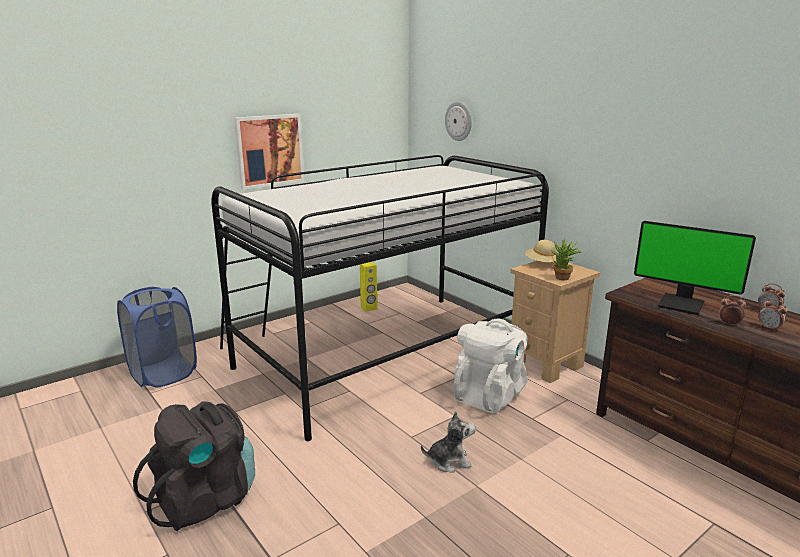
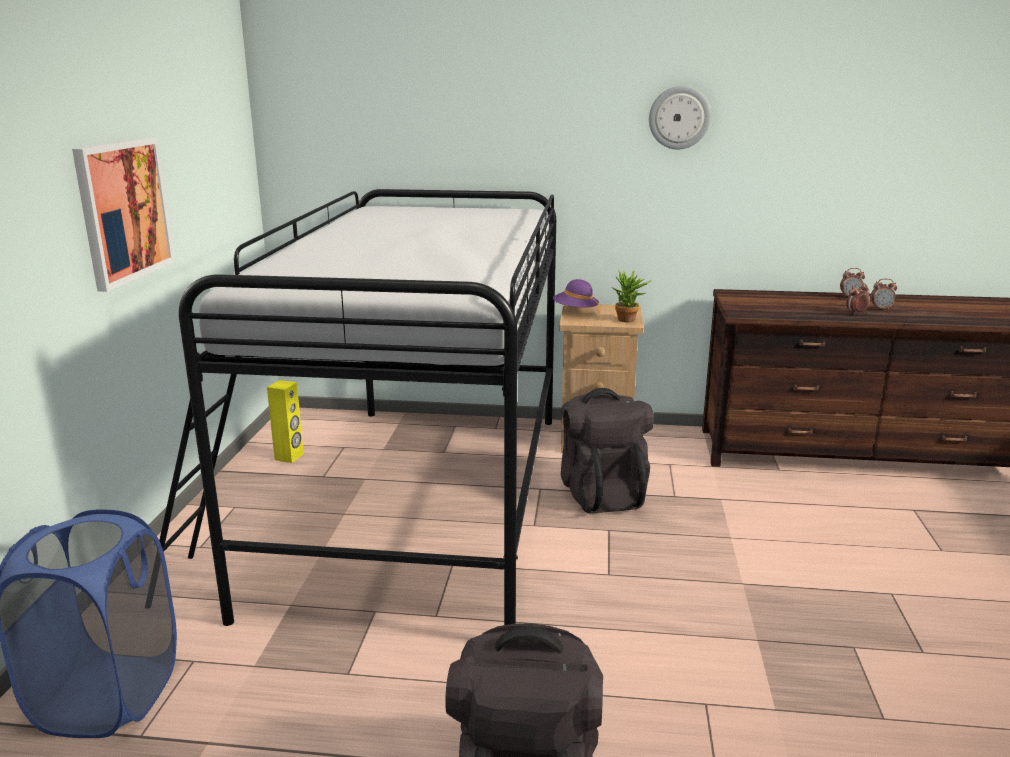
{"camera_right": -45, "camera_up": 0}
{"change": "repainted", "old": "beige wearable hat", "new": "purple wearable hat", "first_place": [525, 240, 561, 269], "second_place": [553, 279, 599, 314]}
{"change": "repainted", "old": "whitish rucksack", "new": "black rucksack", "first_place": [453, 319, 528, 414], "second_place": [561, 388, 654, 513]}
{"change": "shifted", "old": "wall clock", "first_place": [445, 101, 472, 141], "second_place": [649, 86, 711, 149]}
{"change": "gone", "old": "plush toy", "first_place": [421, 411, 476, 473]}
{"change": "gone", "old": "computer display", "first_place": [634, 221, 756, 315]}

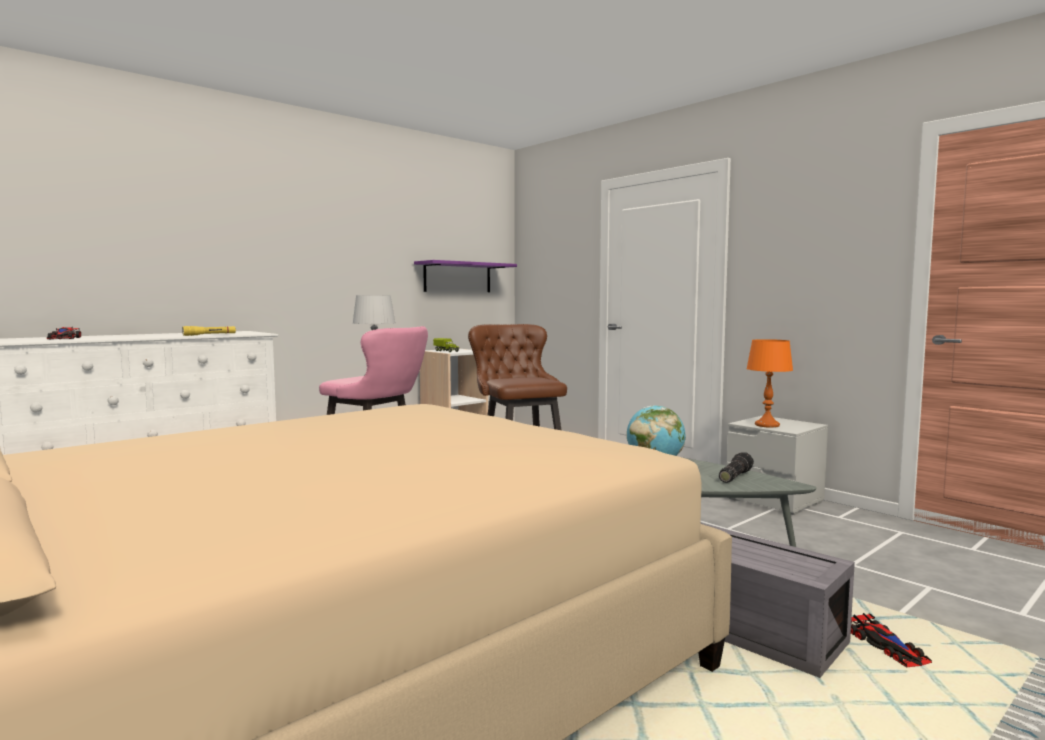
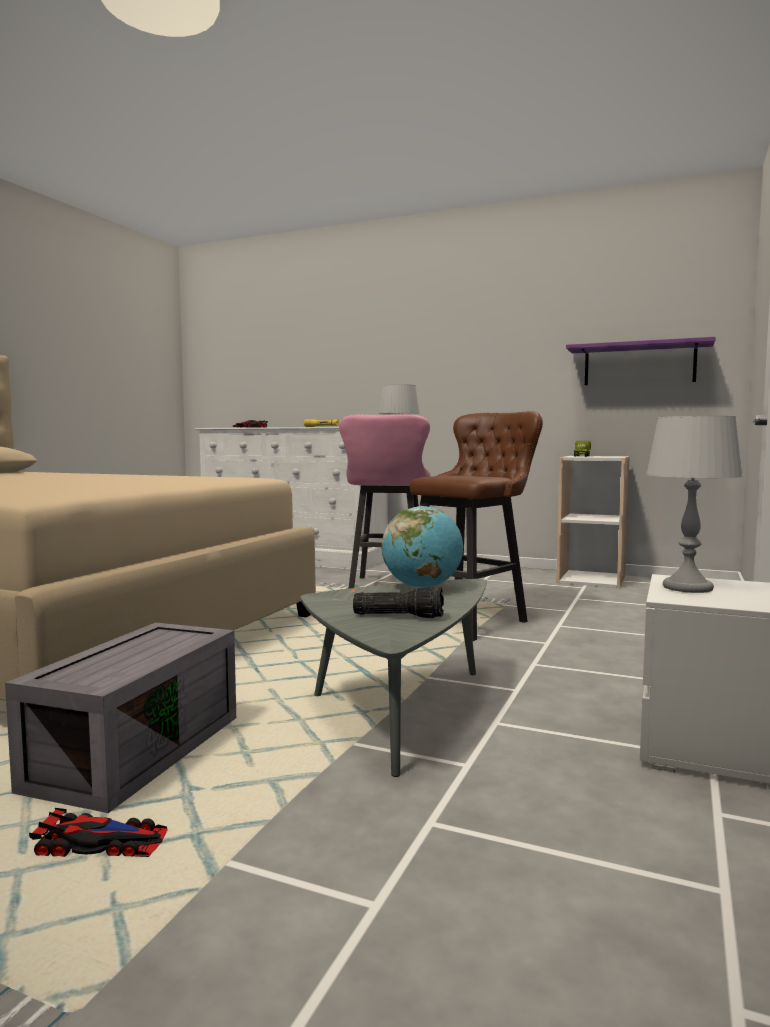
{"camera_right": 65, "camera_up": 0}
{"change": "rotated", "old": "miniature car", "first_place": [851, 613, 932, 667], "second_place": [29, 808, 168, 857], "degrees": -135}
{"change": "repainted", "old": "orangey lamp for a table", "new": "gray lamp for a table", "first_place": [746, 339, 793, 428], "second_place": [646, 416, 743, 593]}

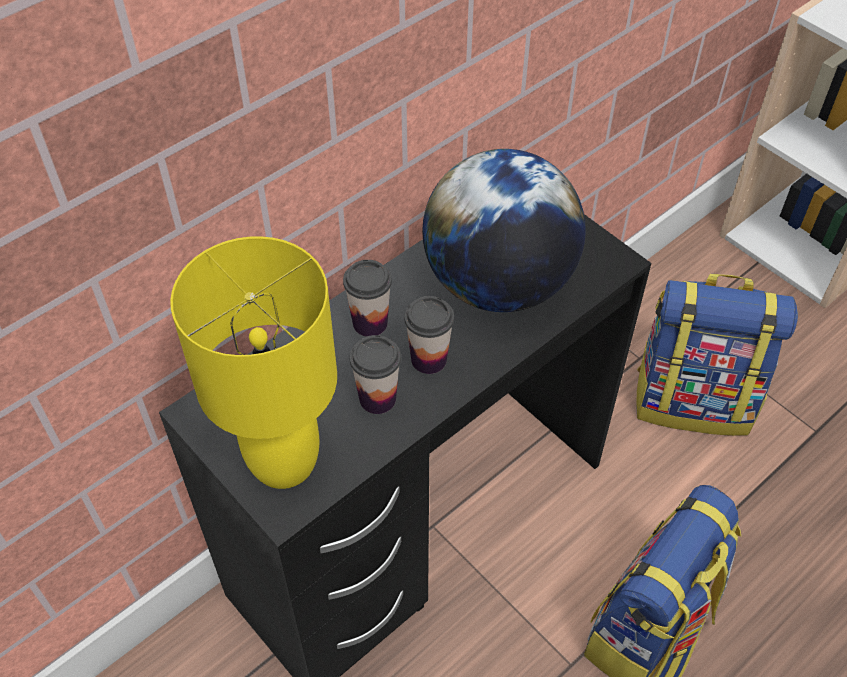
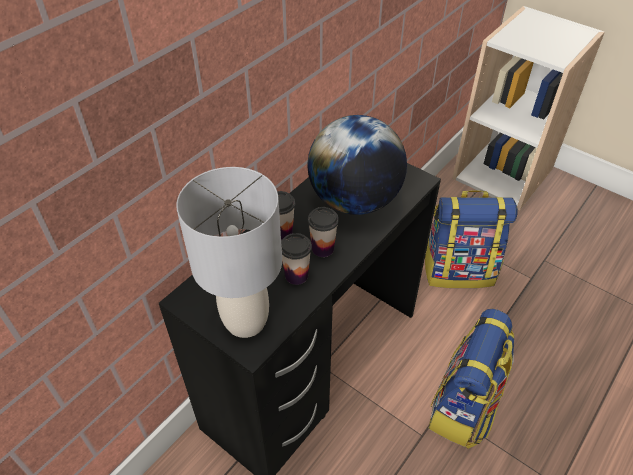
{"camera_right": -10, "camera_up": -5}
{"change": "repainted", "old": "yellowish lamp for a table", "new": "gray lamp for a table", "first_place": [170, 236, 337, 489], "second_place": [176, 167, 282, 338]}

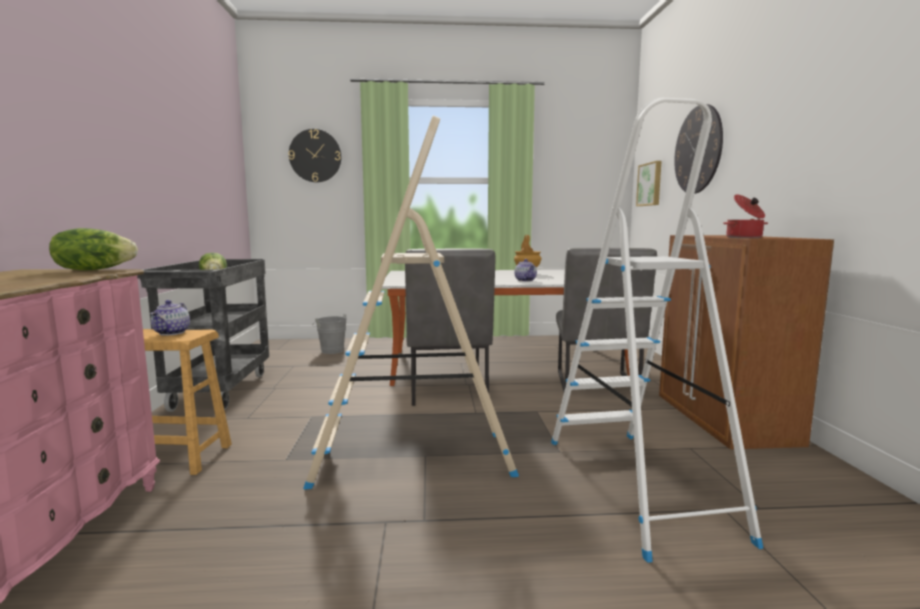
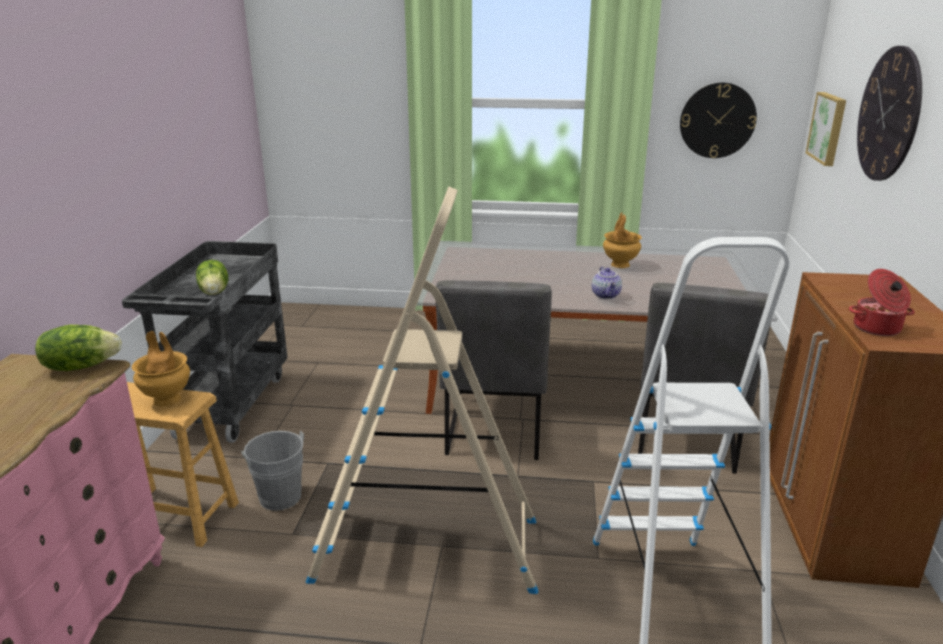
{"camera_right": 10, "camera_up": 15}
{"change": "swapped", "old": "pot for tea", "new": "brownish vase", "first_place": [150, 300, 190, 335], "second_place": [132, 331, 190, 406]}
{"change": "shifted", "old": "gray water bucket", "first_place": [312, 314, 347, 354], "second_place": [241, 430, 304, 511]}
{"change": "shifted", "old": "wall clock", "first_place": [289, 129, 341, 182], "second_place": [680, 83, 757, 158]}

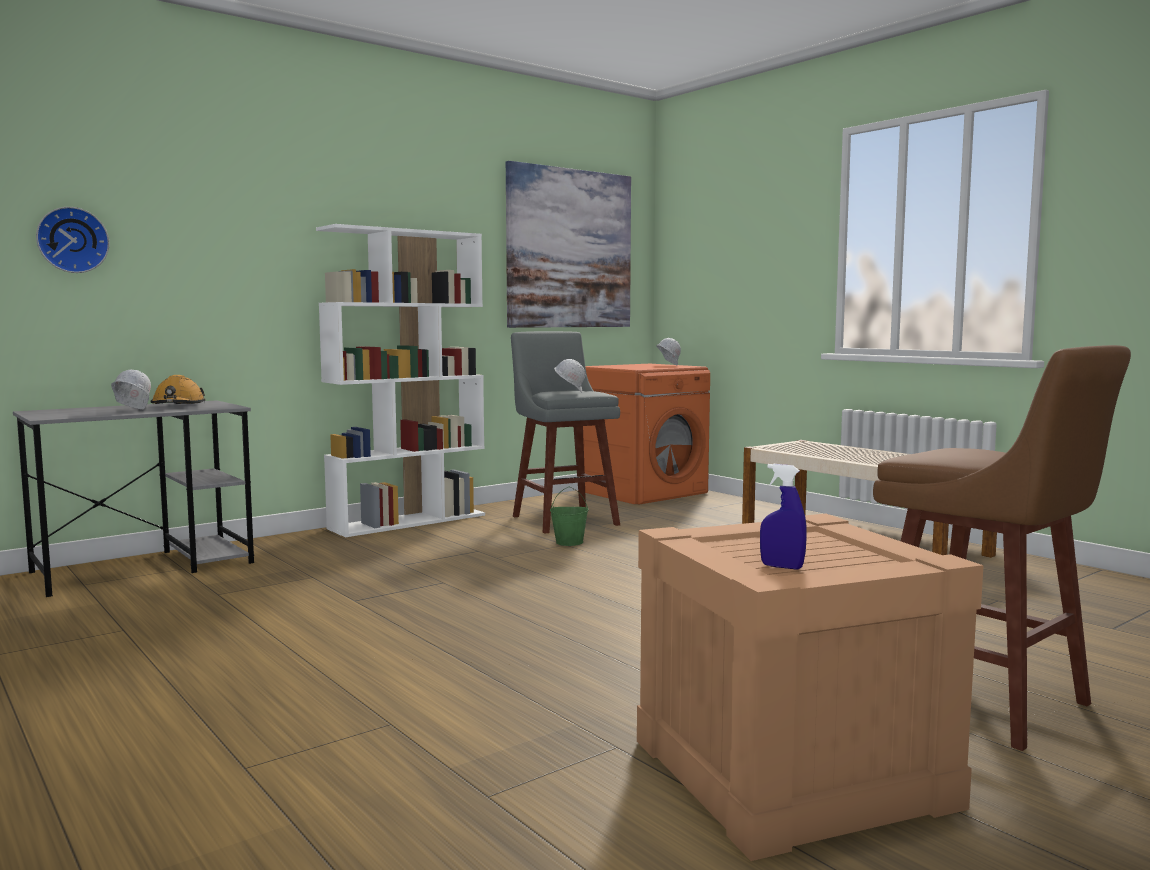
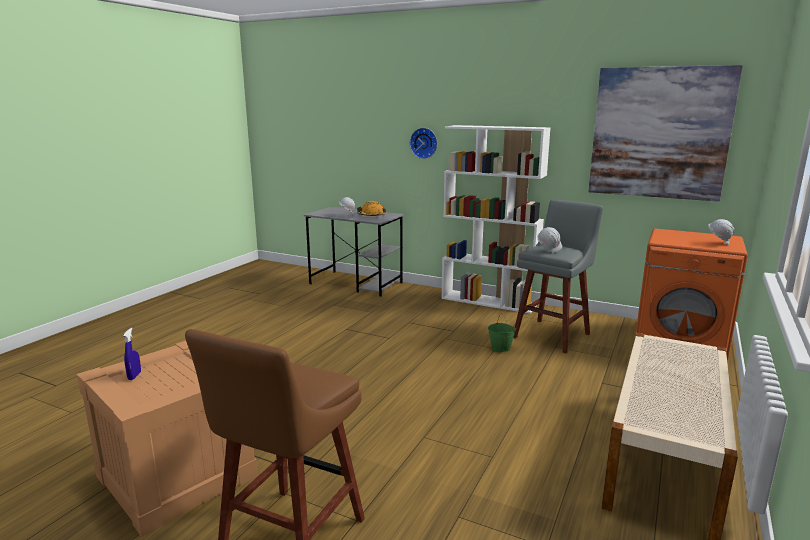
{"camera_right": 65, "camera_up": 10}
{"change": "shifted", "old": "wall clock", "first_place": [36, 207, 109, 273], "second_place": [410, 128, 438, 159]}

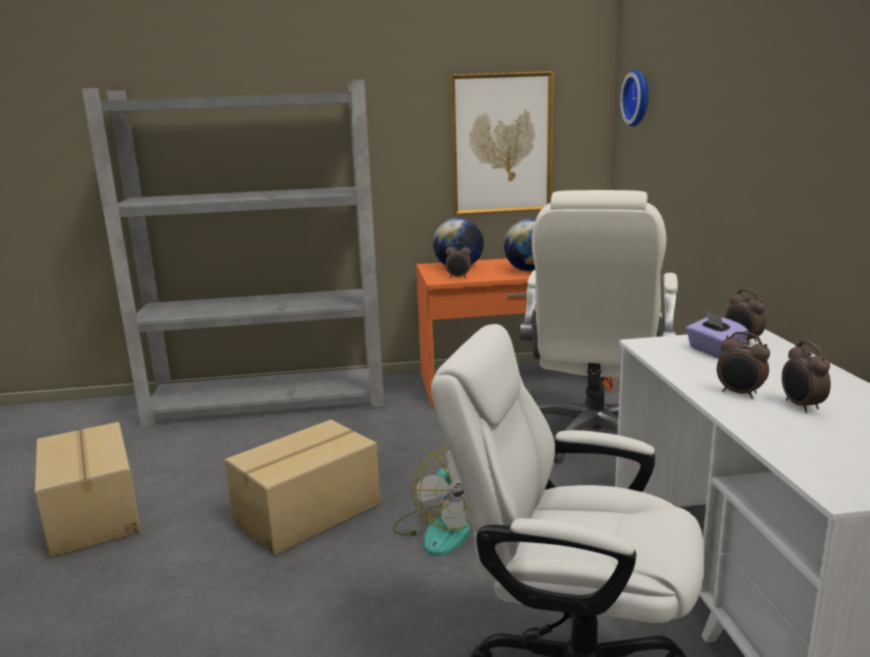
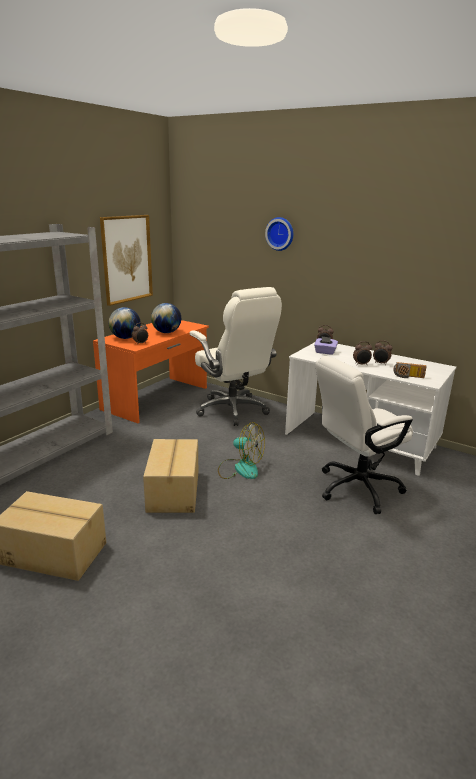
{"camera_right": -50, "camera_up": 5}
{"change": "shifted", "old": "wall clock", "first_place": [620, 70, 648, 127], "second_place": [265, 217, 293, 251]}
{"change": "new", "new": "radio", "second_place": [394, 362, 426, 378]}

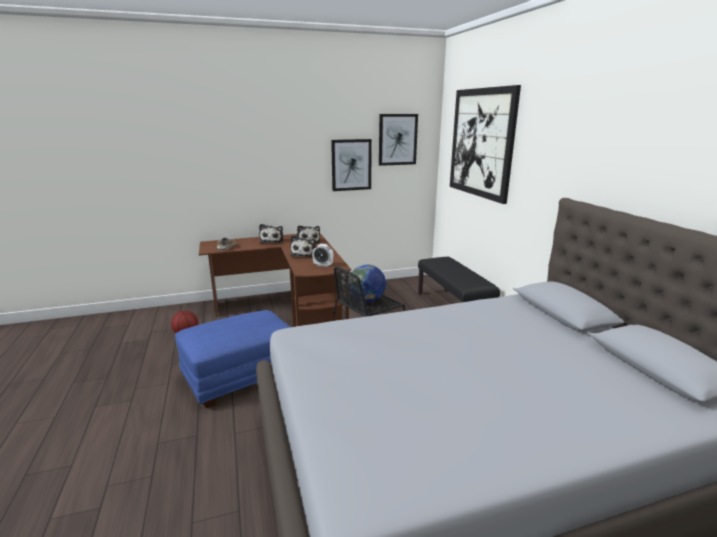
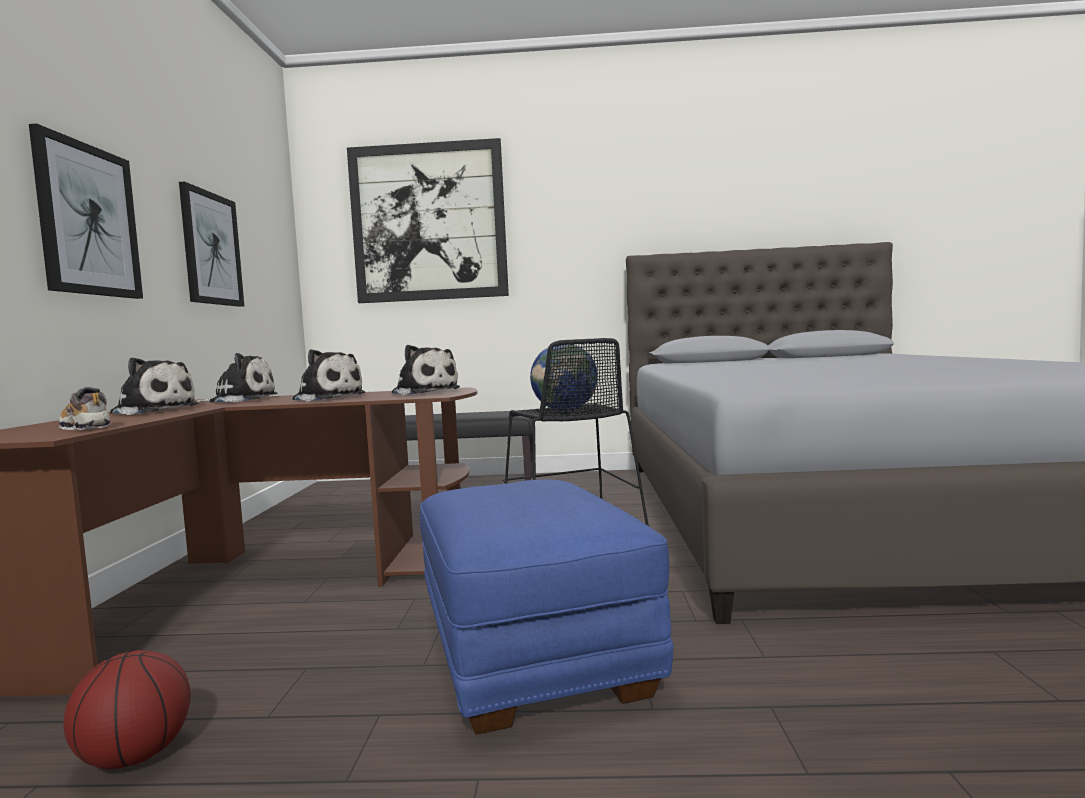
{"camera_right": -70, "camera_up": -15}
{"change": "shifted", "old": "wall art", "first_place": [379, 114, 418, 166], "second_place": [29, 123, 143, 299]}
{"change": "swapped", "old": "bedside clock", "new": "plush toy", "first_place": [312, 244, 333, 267], "second_place": [392, 345, 460, 395]}

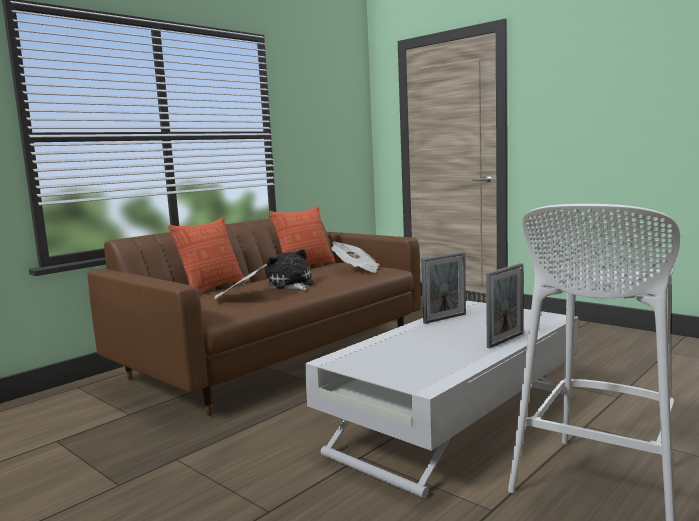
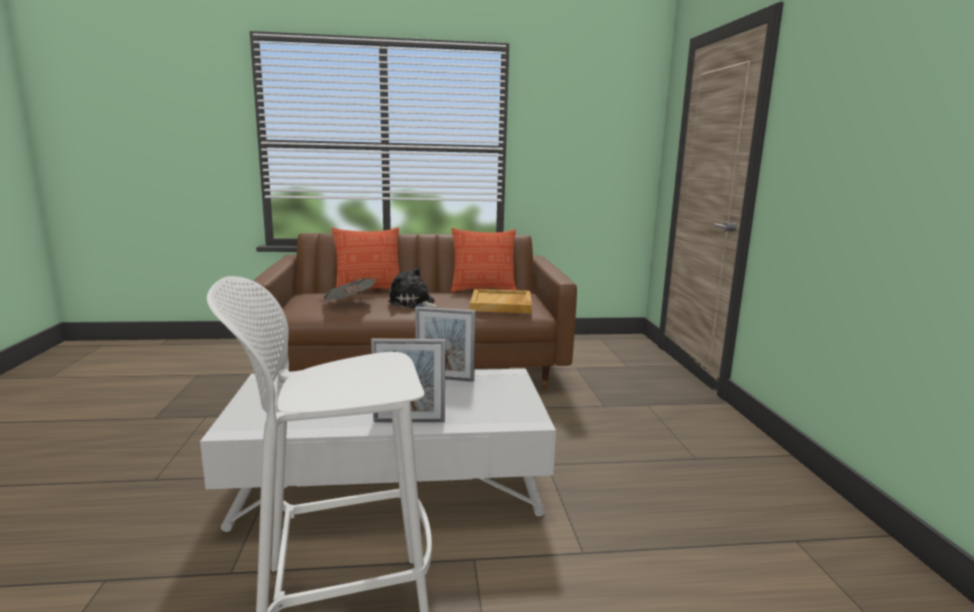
{"camera_right": 40, "camera_up": 5}
{"change": "rotated", "old": "plush toy", "first_place": [267, 249, 314, 290], "second_place": [388, 267, 441, 308], "degrees": -75}
{"change": "swapped", "old": "printed paper", "new": "beige serving tray", "first_place": [332, 242, 380, 273], "second_place": [470, 289, 532, 313]}

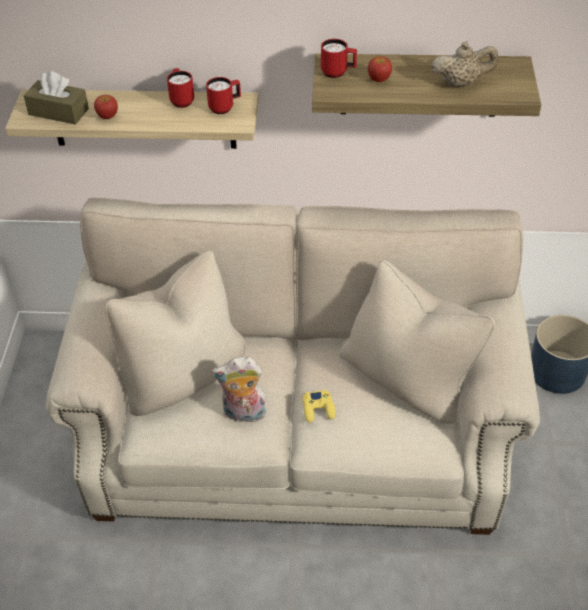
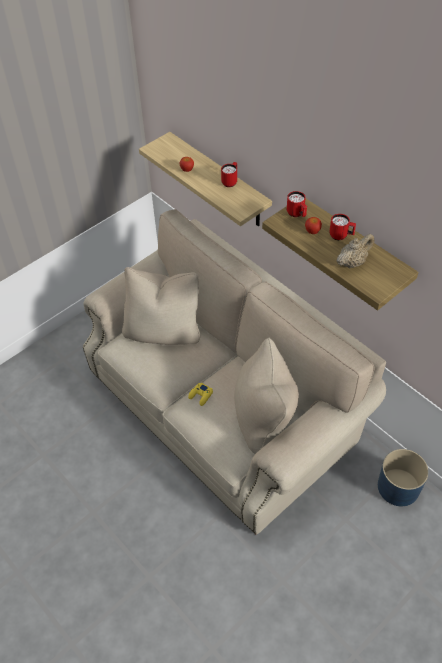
{"camera_right": 45, "camera_up": 5}
{"change": "shifted", "old": "red-coloured tea mug", "first_place": [206, 77, 241, 114], "second_place": [329, 214, 356, 240]}
{"change": "rotated", "old": "beige pot for tea", "first_place": [431, 41, 498, 87], "second_place": [336, 234, 374, 268], "degrees": -75}
{"change": "gone", "old": "brownish box of tissues", "first_place": [24, 71, 89, 125]}
{"change": "gone", "old": "plush toy", "first_place": [211, 357, 270, 423]}

